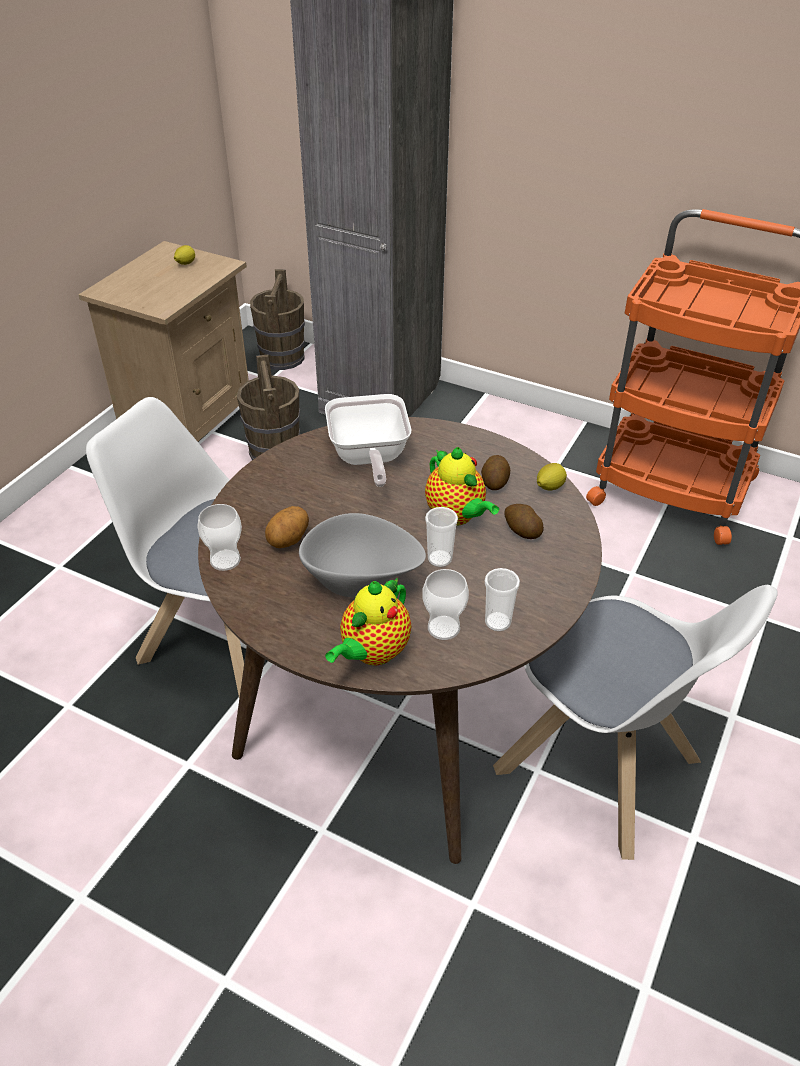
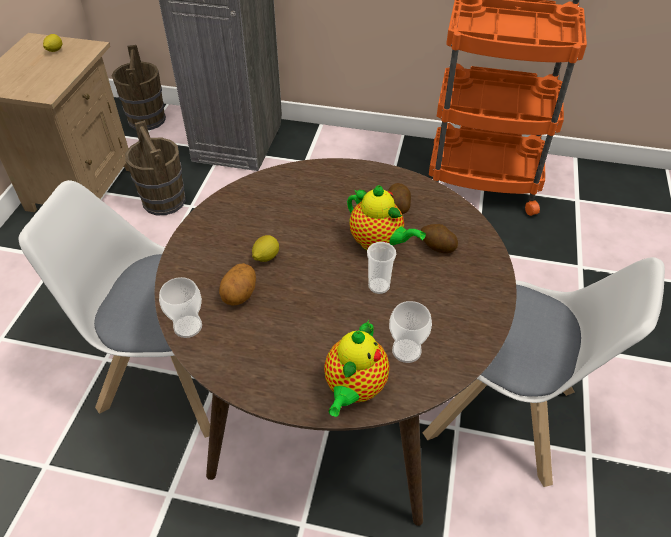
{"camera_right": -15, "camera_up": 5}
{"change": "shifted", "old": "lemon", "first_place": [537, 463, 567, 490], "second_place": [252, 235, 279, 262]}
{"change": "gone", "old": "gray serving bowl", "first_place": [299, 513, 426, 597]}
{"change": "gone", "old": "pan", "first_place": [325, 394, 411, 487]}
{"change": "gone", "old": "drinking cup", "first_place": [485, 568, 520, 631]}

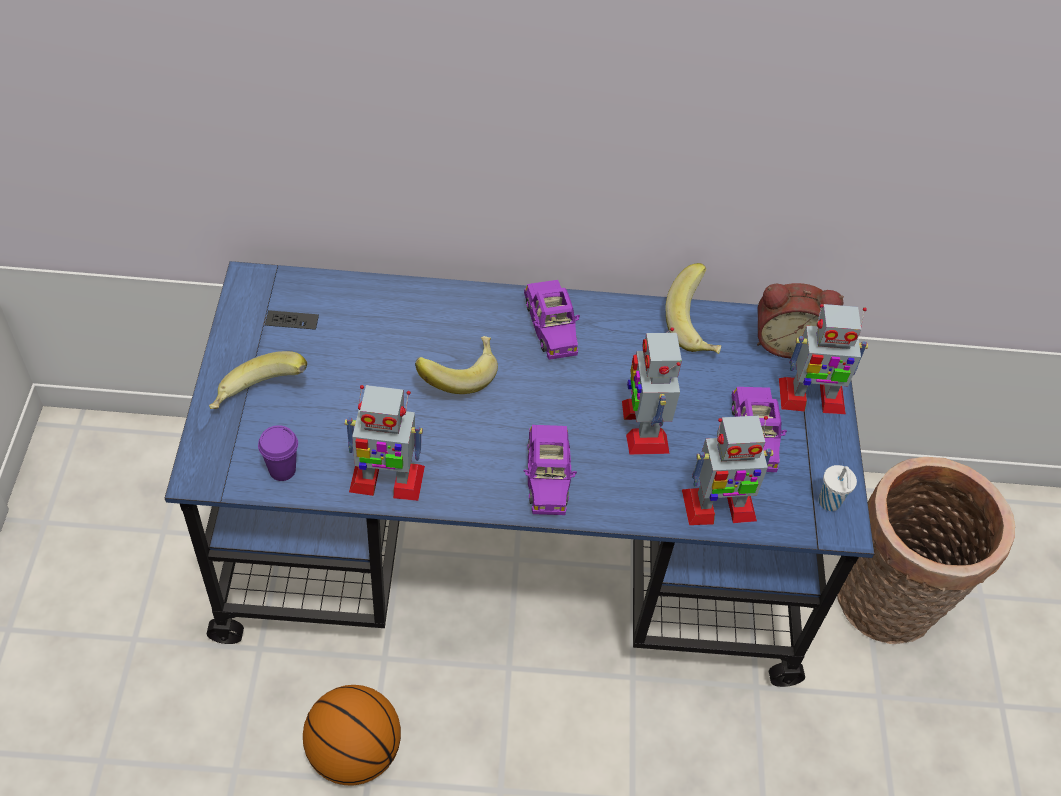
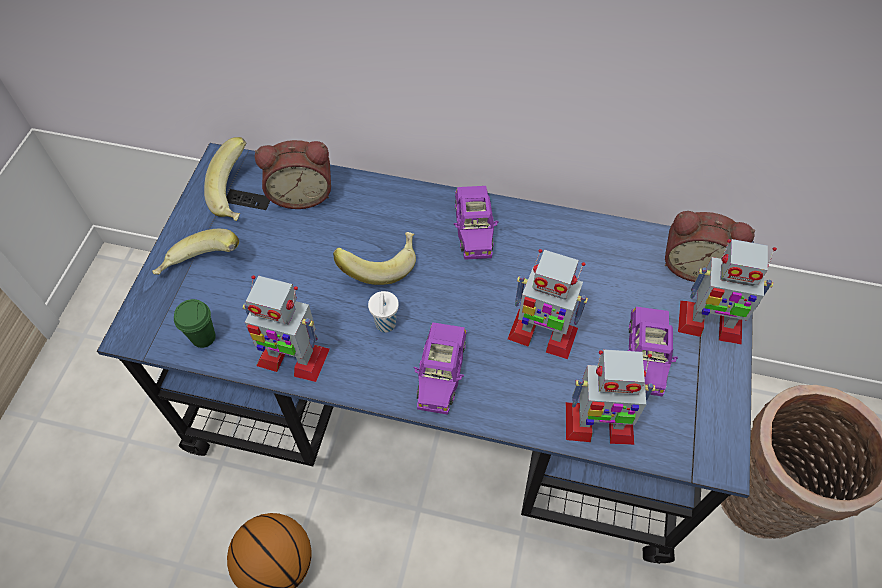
{"camera_right": 15, "camera_up": 5}
{"change": "repainted", "old": "purple drinking cup", "new": "green-coloured drinking cup", "first_place": [258, 425, 298, 481], "second_place": [174, 299, 216, 348]}
{"change": "shifted", "old": "banana fruit", "first_place": [665, 263, 721, 354], "second_place": [204, 137, 246, 221]}
{"change": "new", "new": "bedside clock", "second_place": [255, 140, 331, 209]}
{"change": "shifted", "old": "whitish drinking cup", "first_place": [819, 465, 857, 511], "second_place": [368, 291, 399, 332]}
{"change": "rotated", "old": "robot figure", "first_place": [622, 327, 682, 455], "second_place": [507, 249, 588, 359], "degrees": -75}

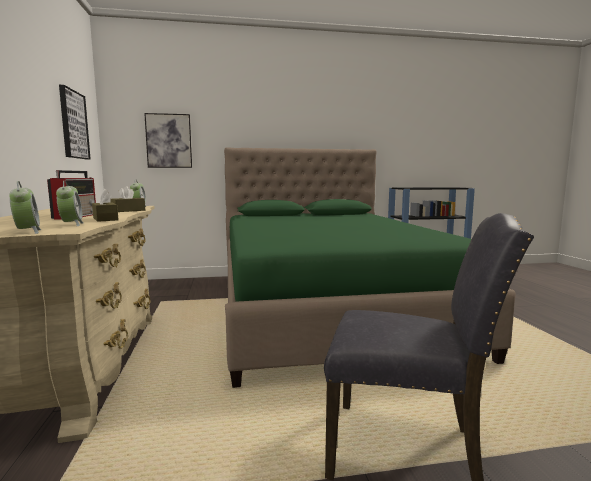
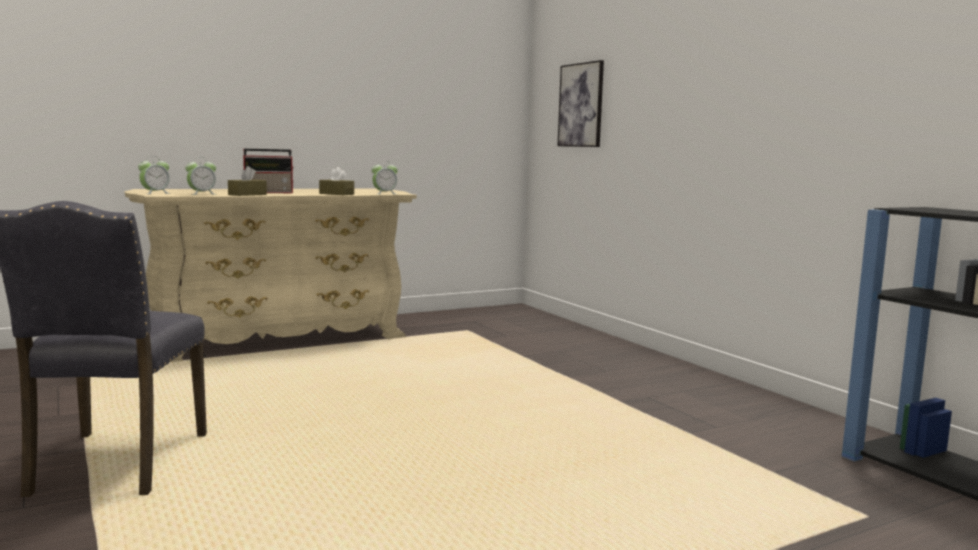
{"camera_right": 70, "camera_up": 0}
{"change": "gone", "old": "wall art", "first_place": [59, 85, 91, 159]}
{"change": "gone", "old": "green-coloured sleeping bed", "first_place": [224, 148, 516, 388]}

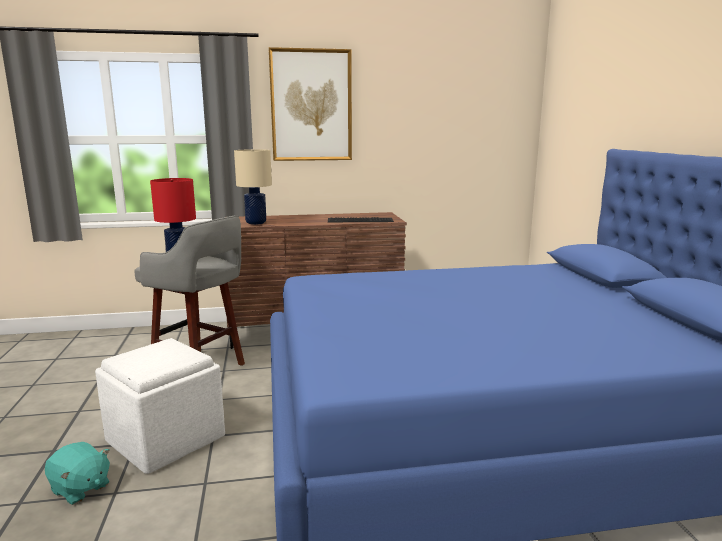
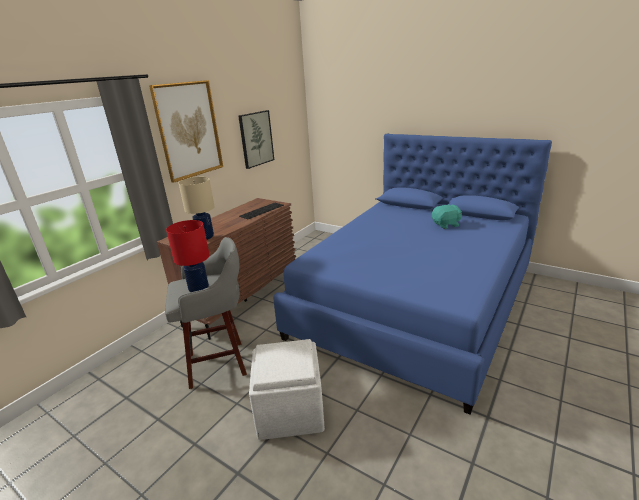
{"camera_right": -45, "camera_up": 10}
{"change": "new", "new": "wall art", "second_place": [238, 110, 274, 169]}
{"change": "shifted", "old": "turquoise plush toy", "first_place": [45, 442, 110, 505], "second_place": [432, 204, 462, 229]}

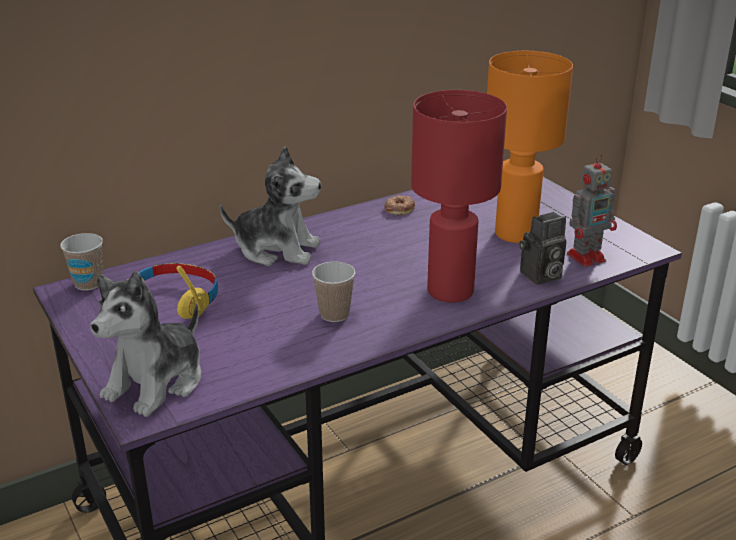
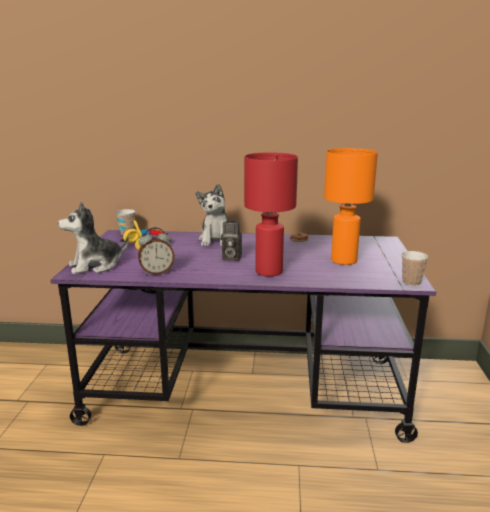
{"camera_right": 35, "camera_up": -10}
{"change": "new", "new": "bedside clock", "second_place": [138, 227, 175, 275]}
{"change": "rotated", "old": "plush toy", "first_place": [220, 146, 321, 266], "second_place": [196, 184, 229, 246], "degrees": 45}
{"change": "shifted", "old": "still camera", "first_place": [519, 212, 566, 285], "second_place": [221, 221, 242, 261]}
{"change": "shifted", "old": "drinking cup", "first_place": [312, 261, 356, 322], "second_place": [402, 251, 428, 286]}
{"change": "gone", "old": "robot figure", "first_place": [567, 154, 617, 267]}

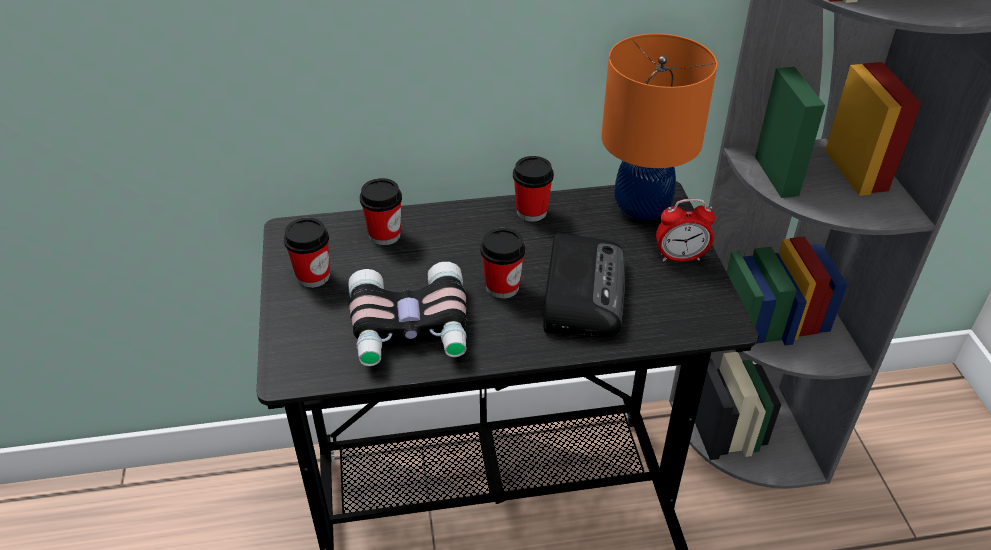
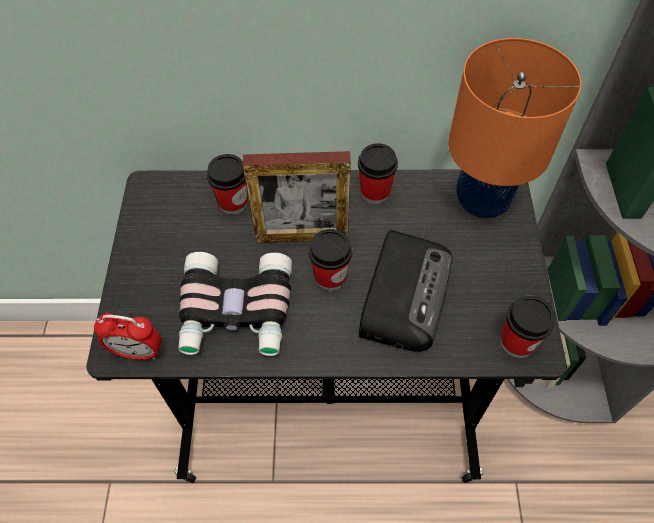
{"camera_right": 10, "camera_up": 15}
{"change": "shifted", "old": "bedside clock", "first_place": [656, 199, 715, 262], "second_place": [94, 313, 161, 360]}
{"change": "new", "new": "standing frame", "second_place": [243, 151, 351, 243]}
{"change": "shifted", "old": "drinking cup", "first_place": [284, 218, 330, 288], "second_place": [500, 295, 555, 358]}

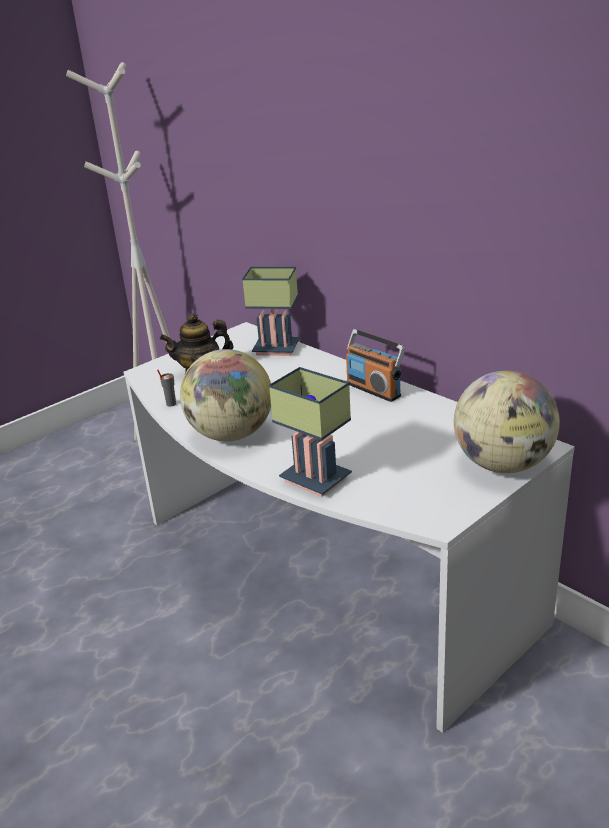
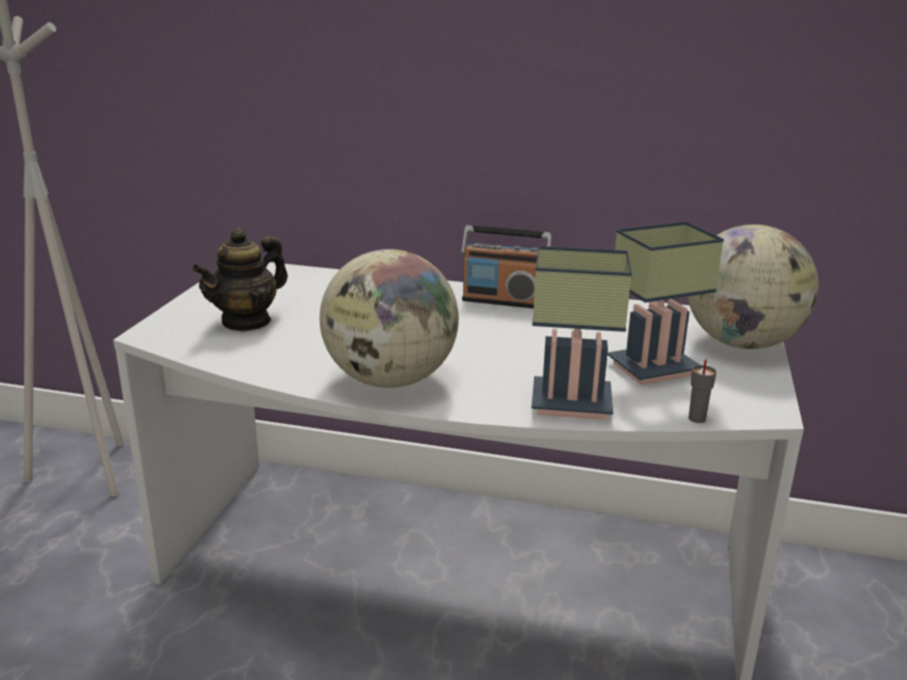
{"camera_right": -35, "camera_up": -5}
{"change": "shifted", "old": "lamp for a table", "first_place": [242, 267, 299, 356], "second_place": [607, 222, 724, 385]}
{"change": "shifted", "old": "gray drinking cup", "first_place": [157, 370, 176, 407], "second_place": [688, 359, 717, 423]}

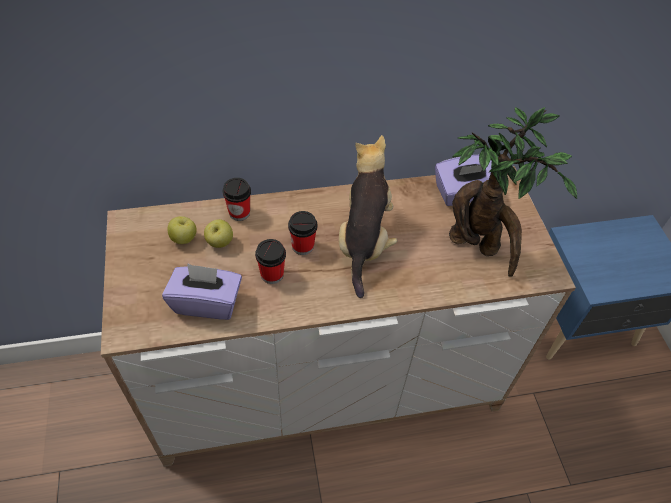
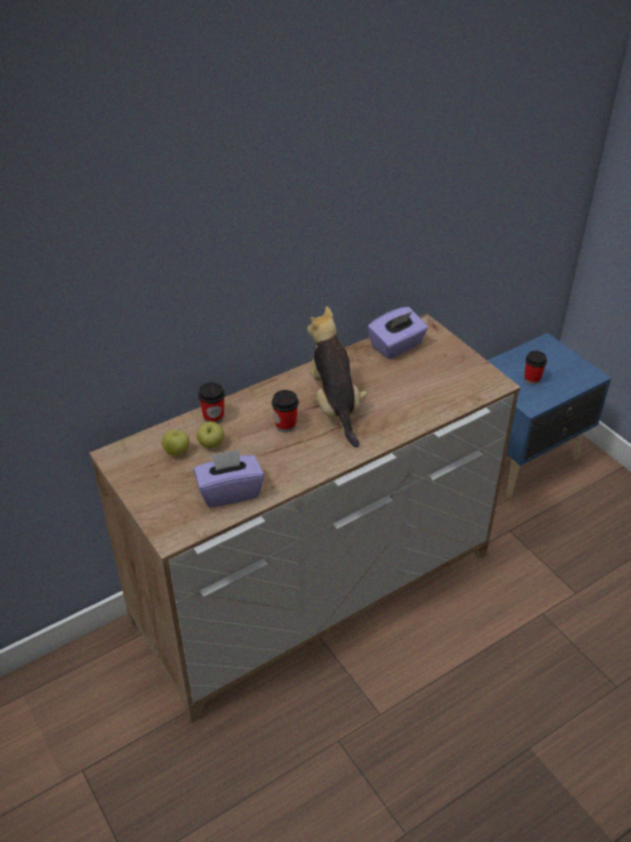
{"camera_right": -20, "camera_up": -10}
{"change": "shifted", "old": "drinking cup", "first_place": [255, 239, 286, 284], "second_place": [524, 351, 547, 384]}
{"change": "gone", "old": "potted plant", "first_place": [449, 107, 577, 277]}

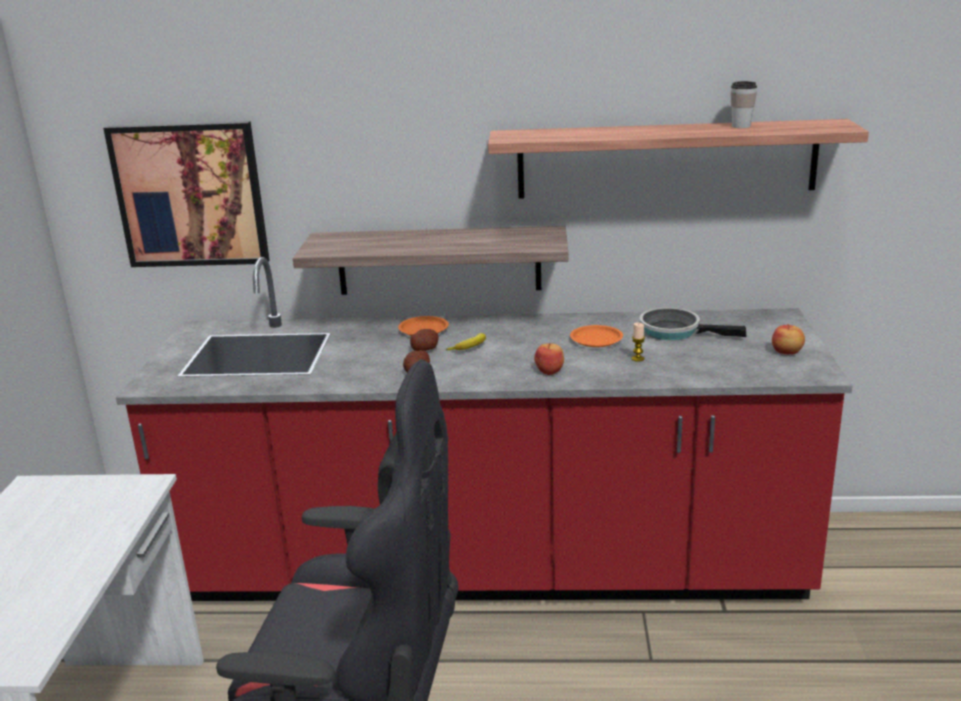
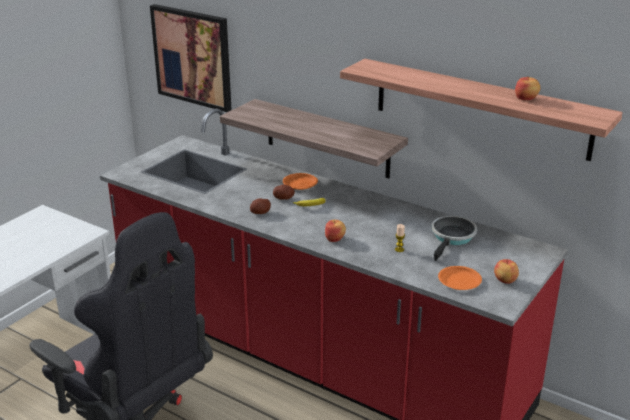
{"camera_right": 30, "camera_up": 5}
{"change": "rotated", "old": "pan", "first_place": [639, 308, 747, 340], "second_place": [431, 216, 477, 261], "degrees": 60}
{"change": "shifted", "old": "orangey flat dish", "first_place": [570, 325, 623, 347], "second_place": [438, 266, 482, 290]}
{"change": "swapped", "old": "drinking cup", "new": "whole apple", "first_place": [731, 81, 757, 128], "second_place": [515, 76, 540, 100]}

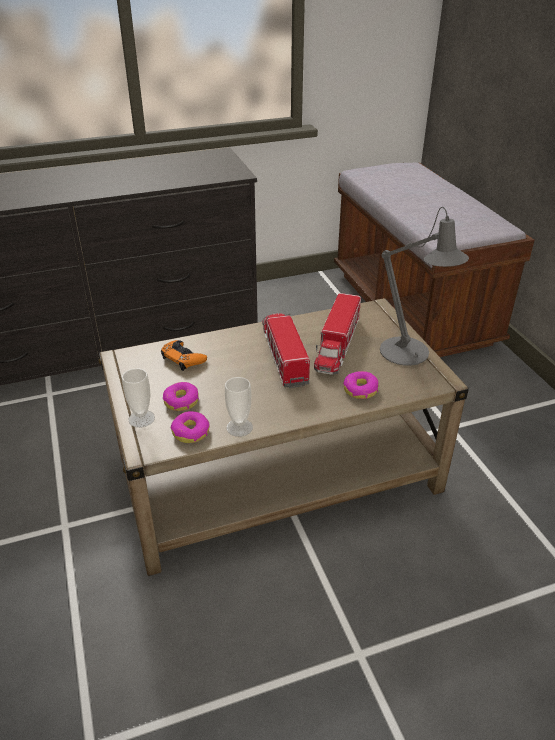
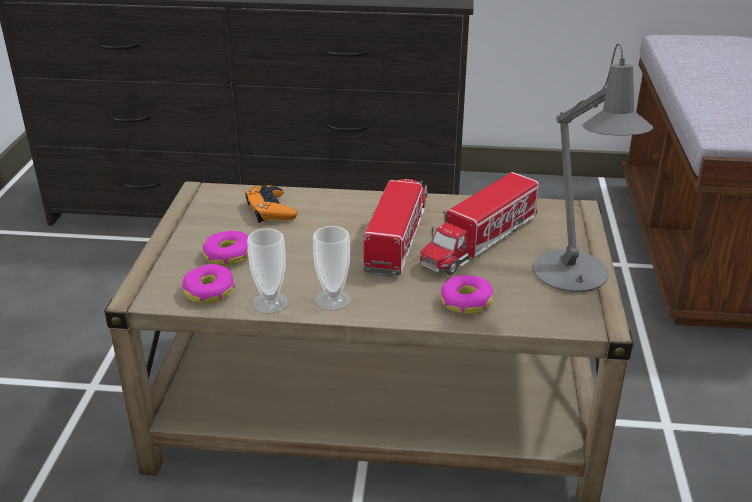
{"camera_right": 25, "camera_up": -5}
{"change": "shifted", "old": "drinking cup", "first_place": [122, 368, 155, 427], "second_place": [313, 226, 352, 311]}

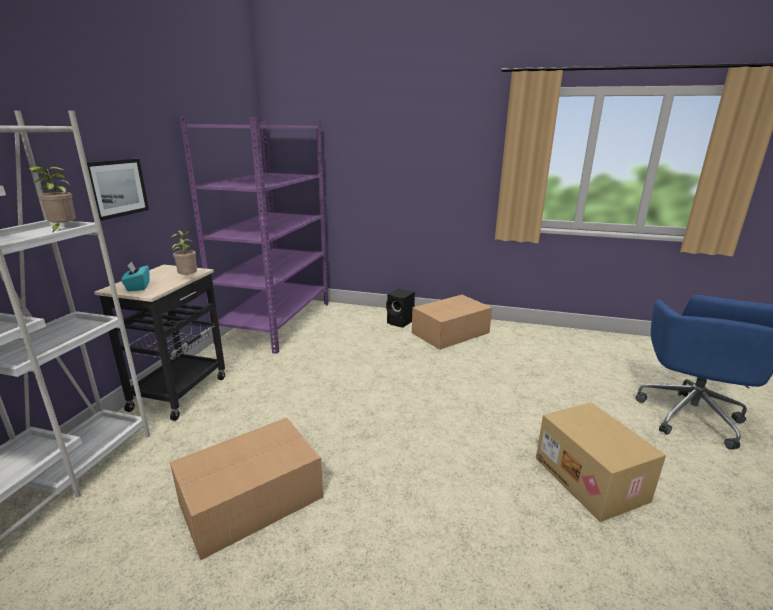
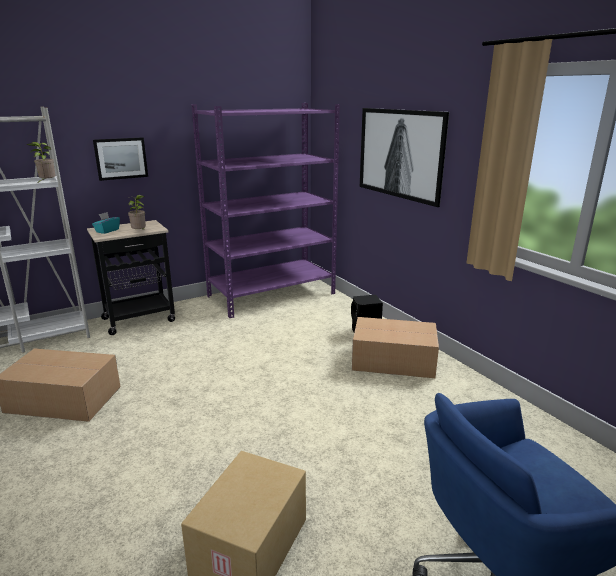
{"camera_right": 45, "camera_up": 0}
{"change": "new", "new": "wall art", "second_place": [360, 108, 449, 207]}

